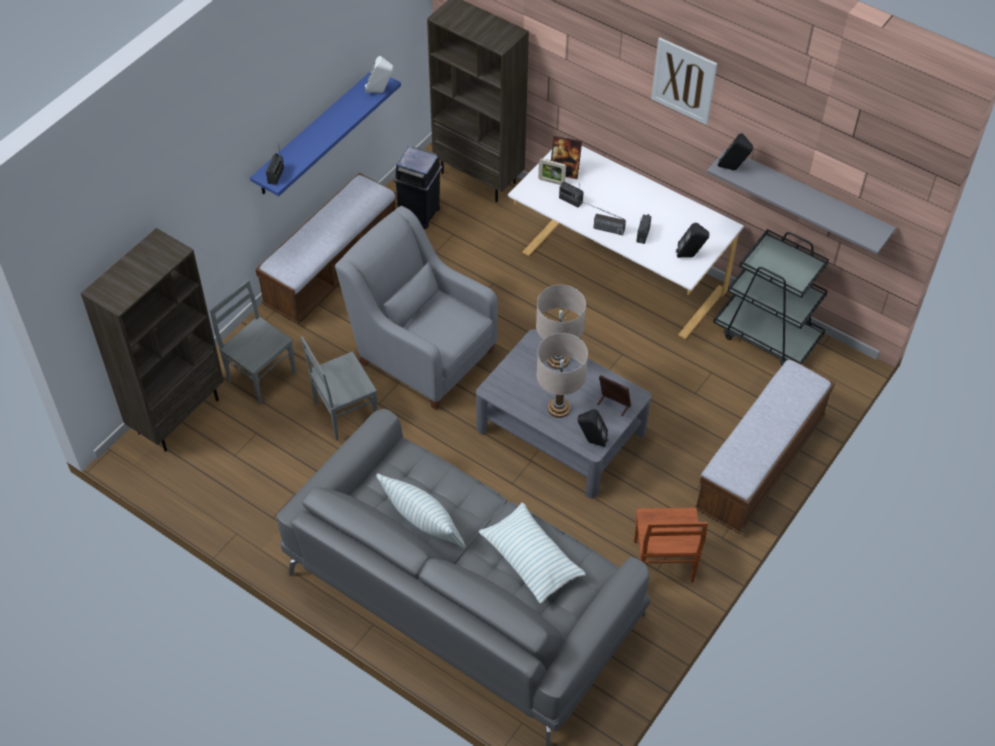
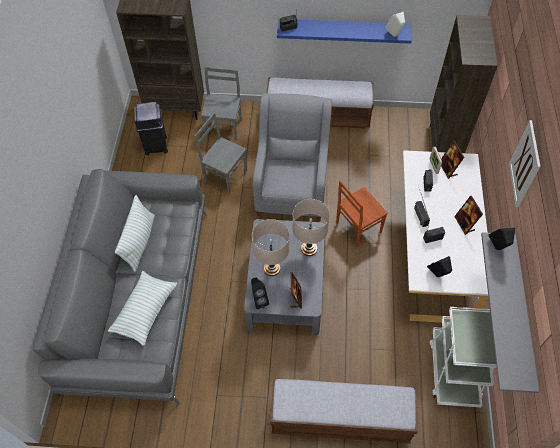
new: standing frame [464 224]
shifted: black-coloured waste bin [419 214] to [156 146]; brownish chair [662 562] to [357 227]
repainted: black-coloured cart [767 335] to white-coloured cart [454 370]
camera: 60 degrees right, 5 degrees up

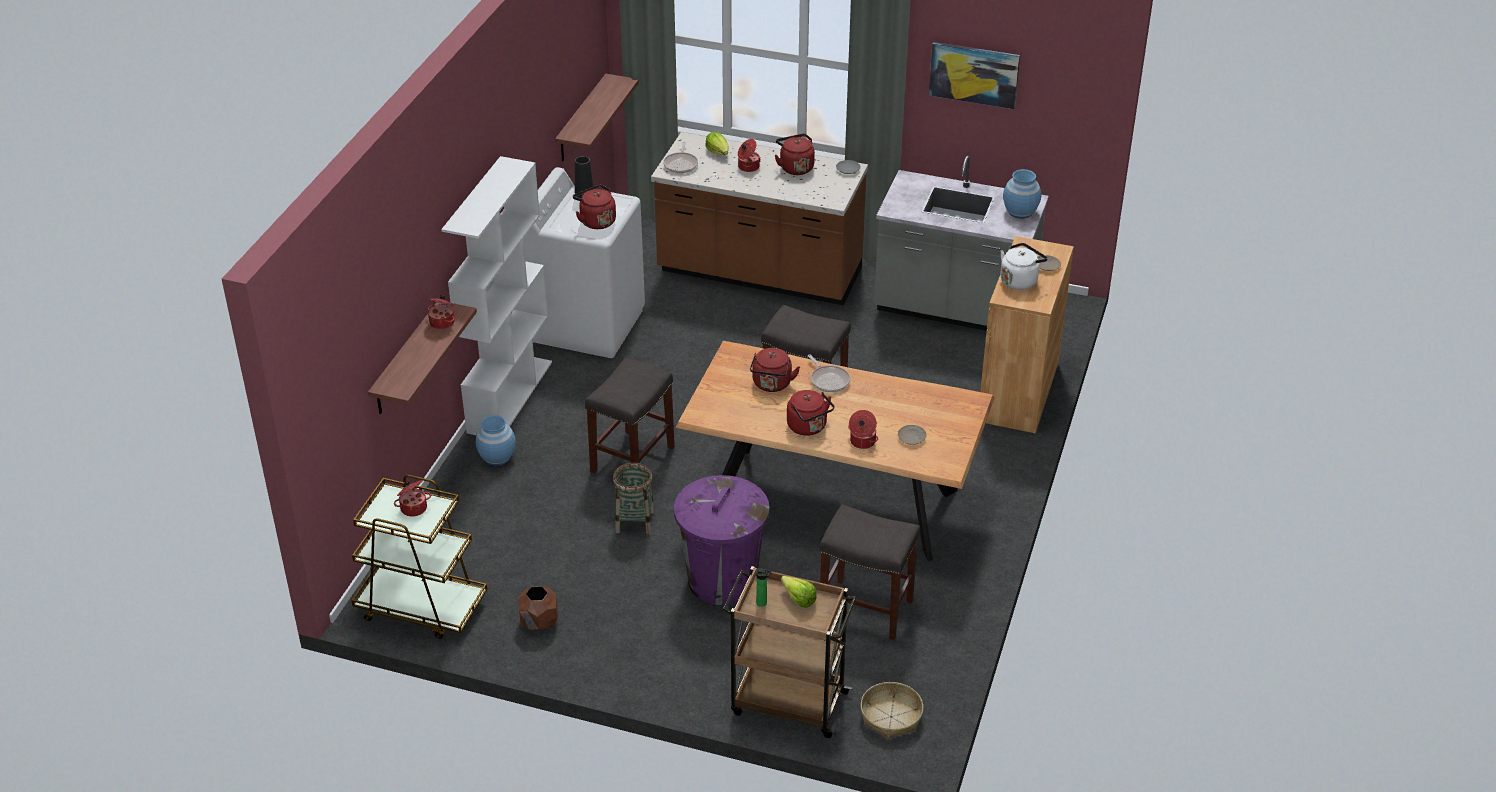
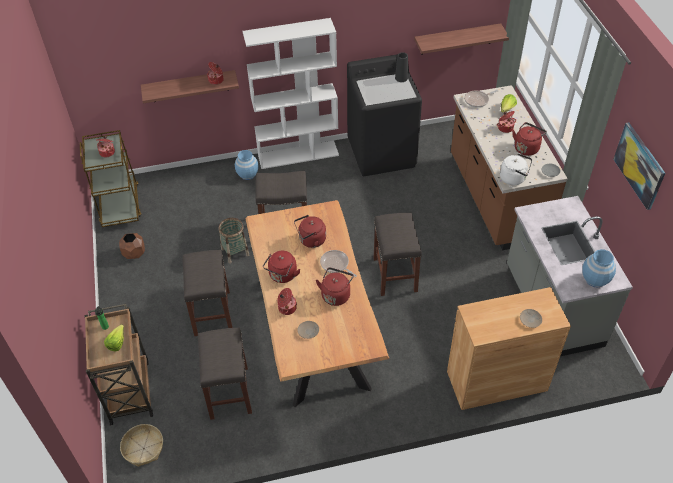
shifted: red-coloured kettle [596 221] to [336 294]; white-coloured kettle [1020 280] to [514 178]
swapped: purple waste bin [721 580] to grey stool [211 312]
repainted: white-coloured laundry machine [588 325] to black-coloured laundry machine [382 153]
rotated: pan [828 380] = [336 264] 105 degrees clockwise
camera: 60 degrees right, 10 degrees up

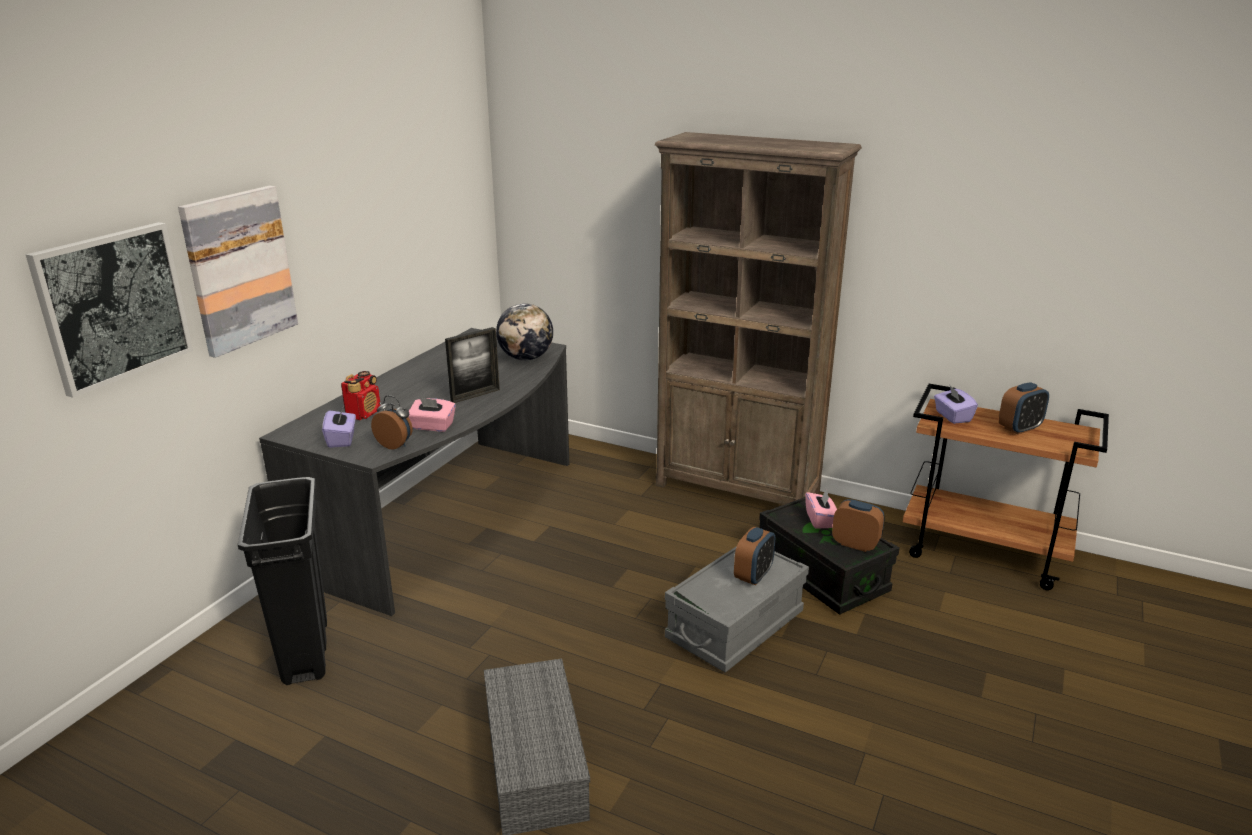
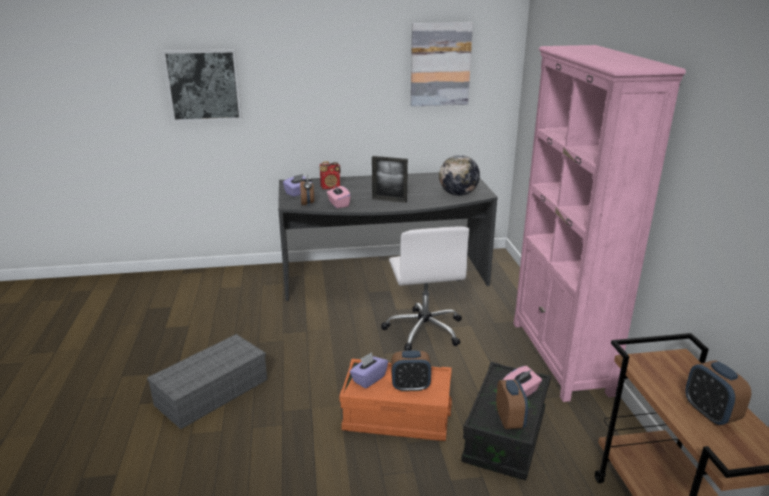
gone: black-coloured waste bin [305 651]
new: white-coloured desk chair [424 329]
shifted: picture [239 269] to [440 64]; purple box of tissues [952 416] to [368 379]
repainted: brownish bookshelf [738 489] to pink bookshelf [560 357]; grey storage box [735 626] to orange storage box [397 417]
rotated: bedside clock [1019 428] = [710 413] 45 degrees clockwise
camera: 55 degrees right, 0 degrees up

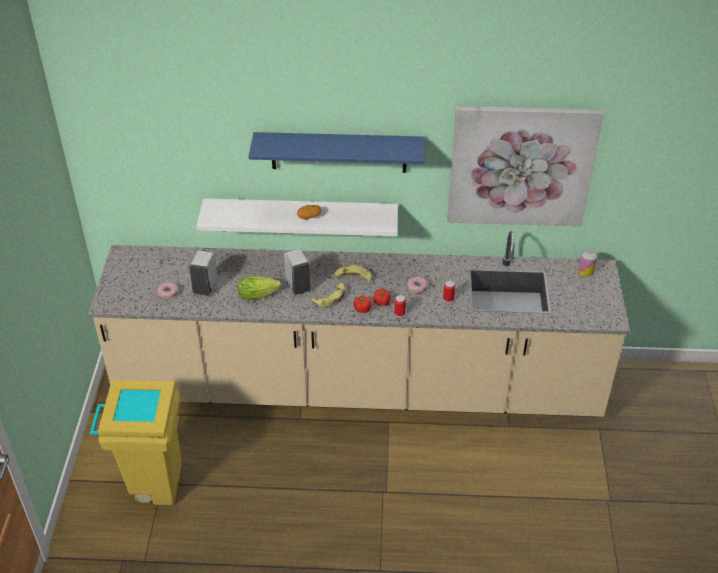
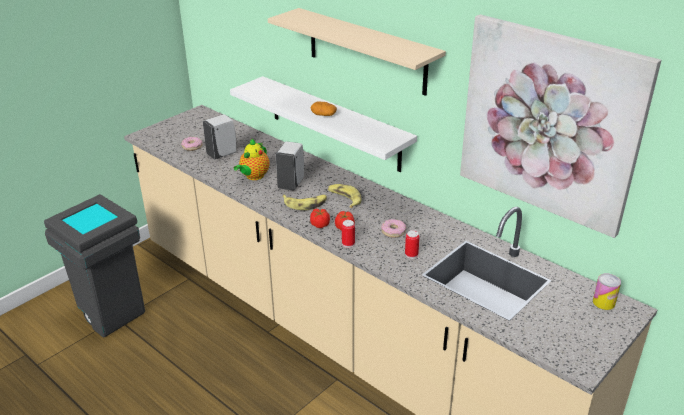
swapped: lettuce head [260 294] to tea pot [254 176]
repainted: yellow-coloured waste bin [152 484] to grey waste bin [110 314]; blue wall shelf [338 152] to beige-coloured wall shelf [366 51]
camera: 40 degrees right, 10 degrees down

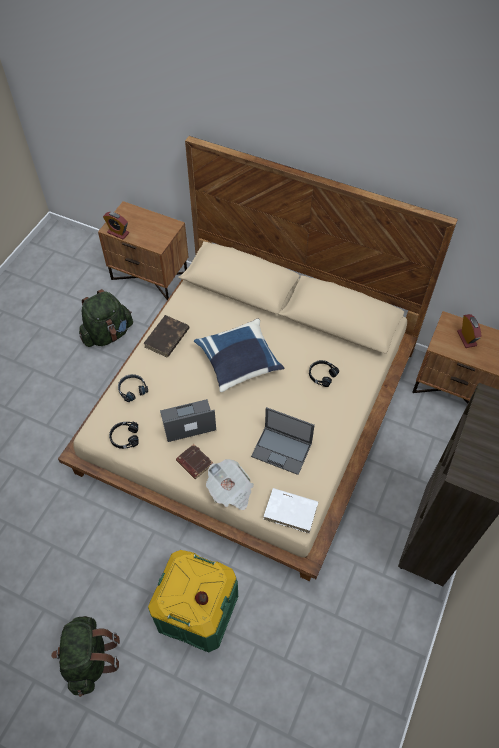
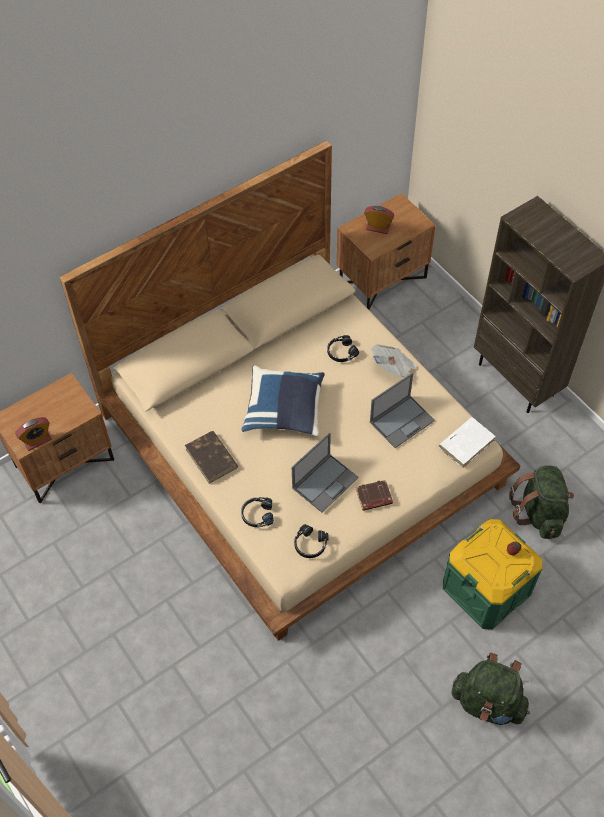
shifted: green backpack [108 334] to [539 513]; printed paper [230 491] to [393 368]
rotated: notebook computer [187 421] = [325 482] 150 degrees counterclockwise
camera: 60 degrees left, 0 degrees up

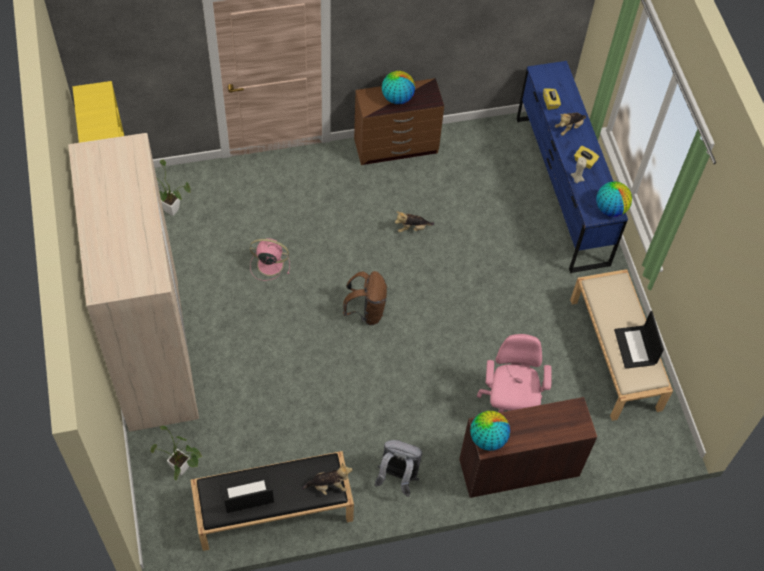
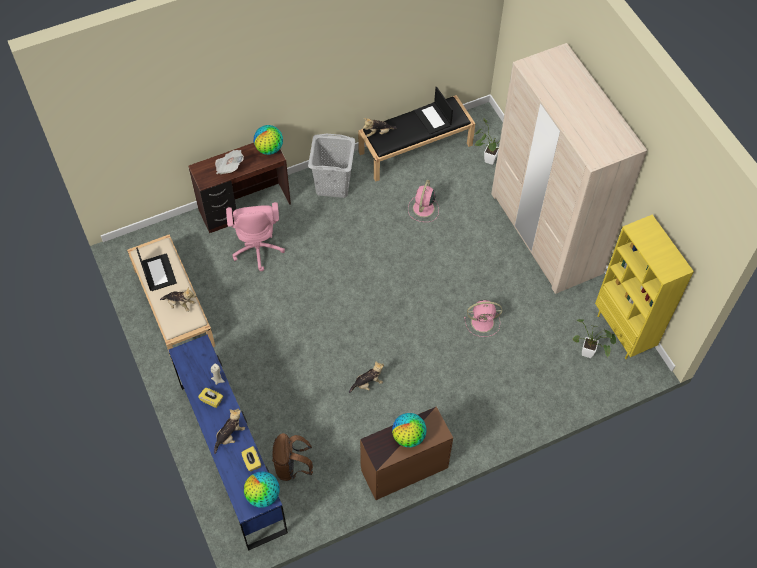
new: cuddly toy [180 304]; printed paper [229 167]; pink electric fan [423 209]
shifted: brownish backpack [366 311] to [292 467]; desk globe [610 209] to [263 495]
swapped: grey backpack [397 477] to grey hamper [333 184]
rotated: notebook computer [246 493] = [433 118] 90 degrees clockwise
camera: 170 degrees right, 0 degrees up

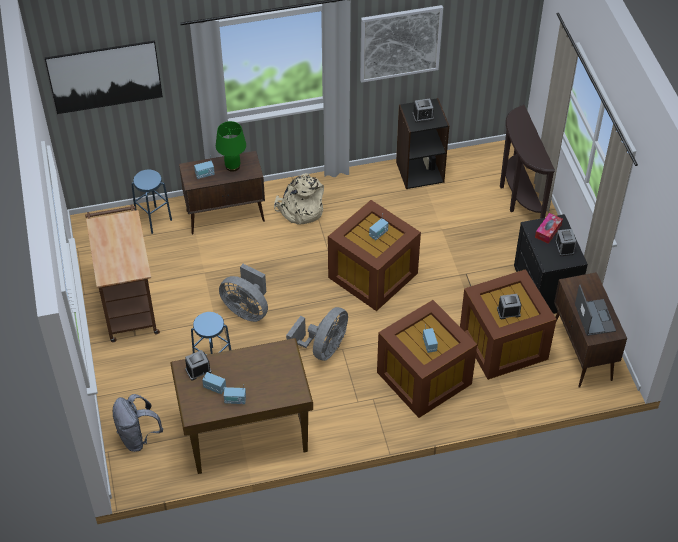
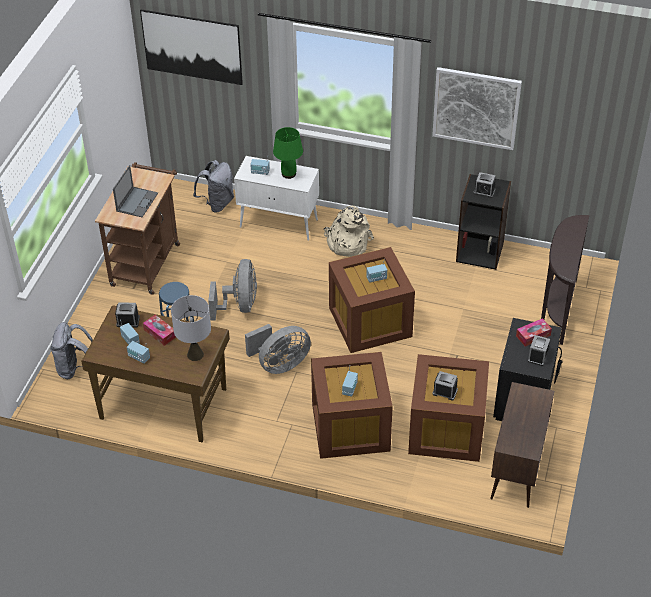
new: box of tissues [160 333]; grey lamp for a table [195 355]
shifted: notebook computer [594 317] to [137 202]
swapped: blue stool [153 219] to grey backpack [217 203]
repainted: brownish cabinet [226 216] to white-coloured cabinet [279 223]
rotated: grey electric fan [247 309] = [239 306] 150 degrees counterclockwise
camera: 30 degrees right, 5 degrees down

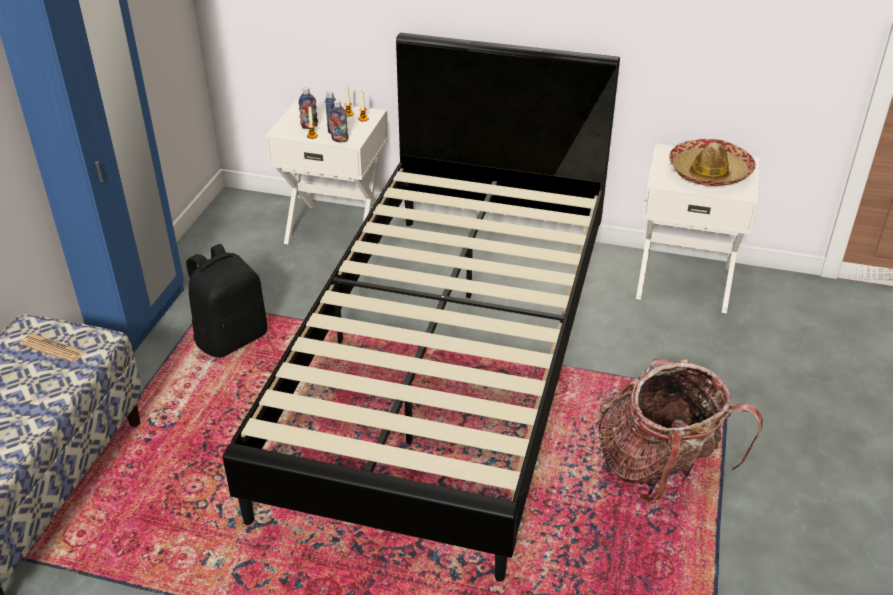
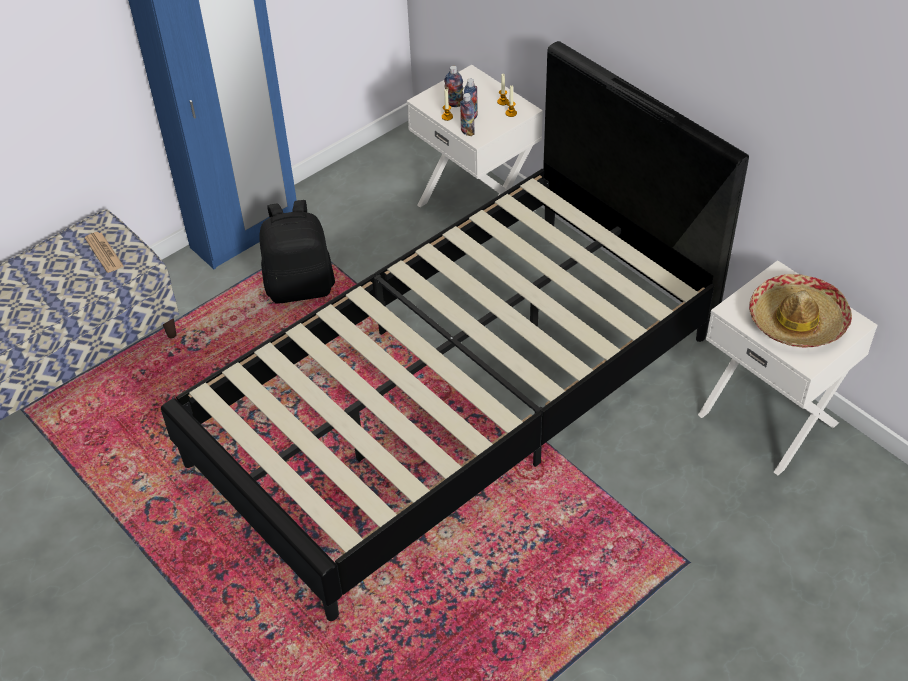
gone: backpack [659 468]
camera: 35 degrees right, 10 degrees up

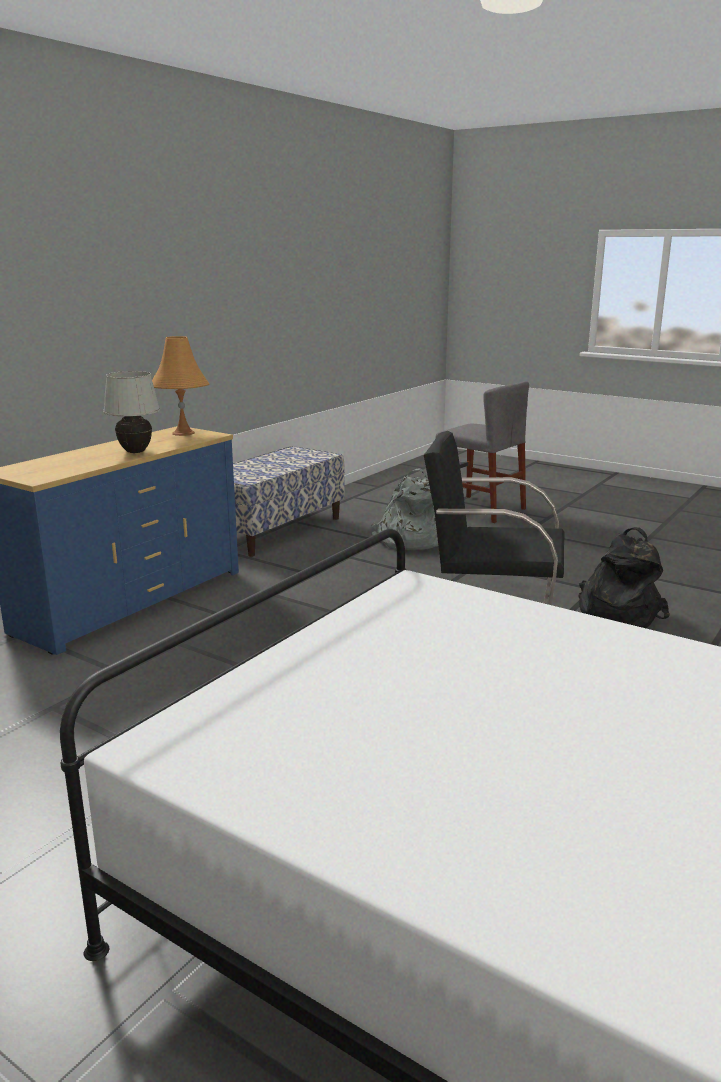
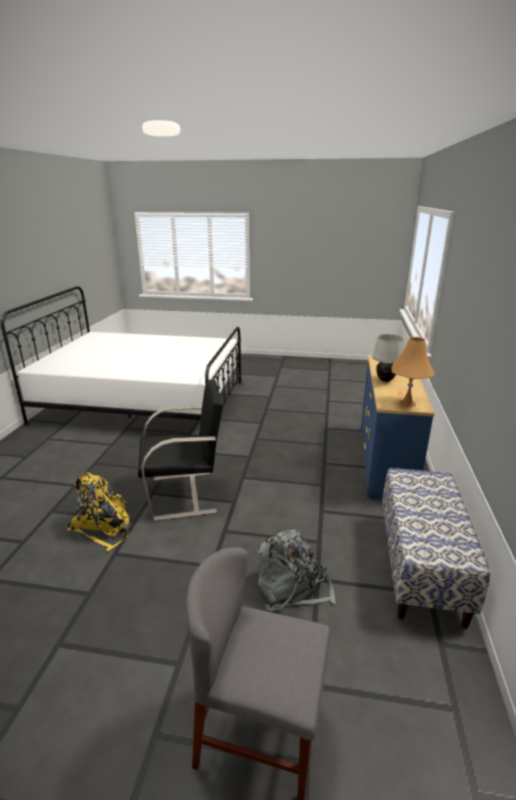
repainted: black-coloured backpack [616 613] to yellow-coloured backpack [103 527]
camera: 155 degrees right, 5 degrees up

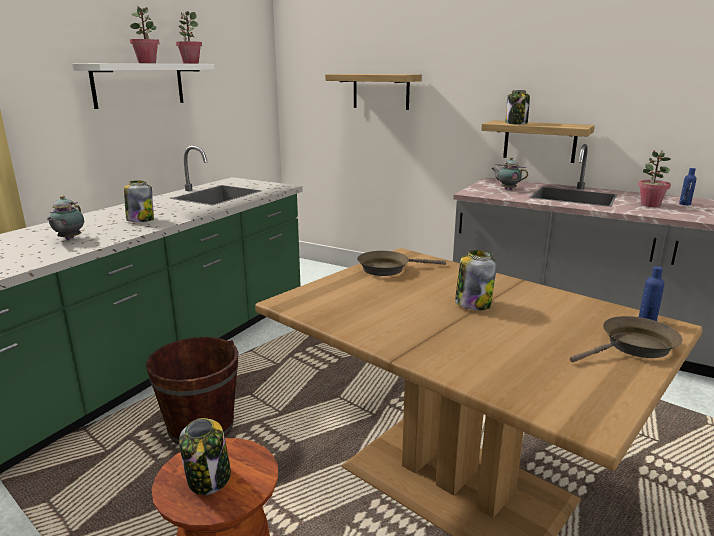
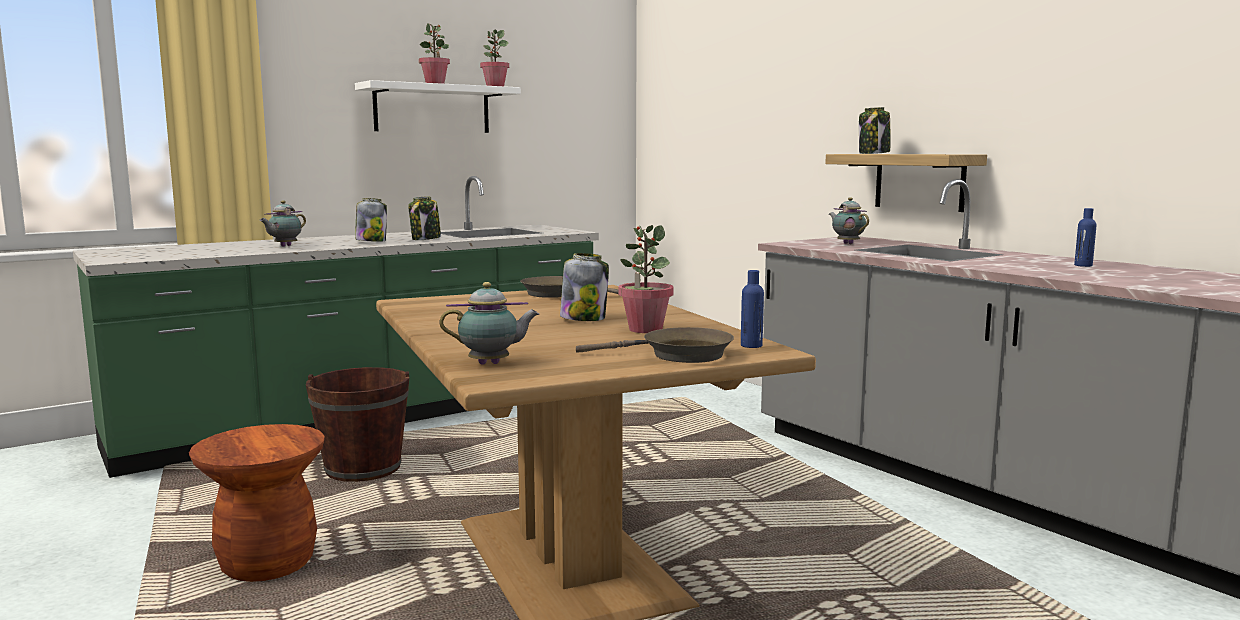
gone: wall shelf [381 91]
new: tea pot [492 364]
shifted: jar [209 479] to [426 239]; potted plant [650 205] to [645 329]
camera: 25 degrees right, 10 degrees down

